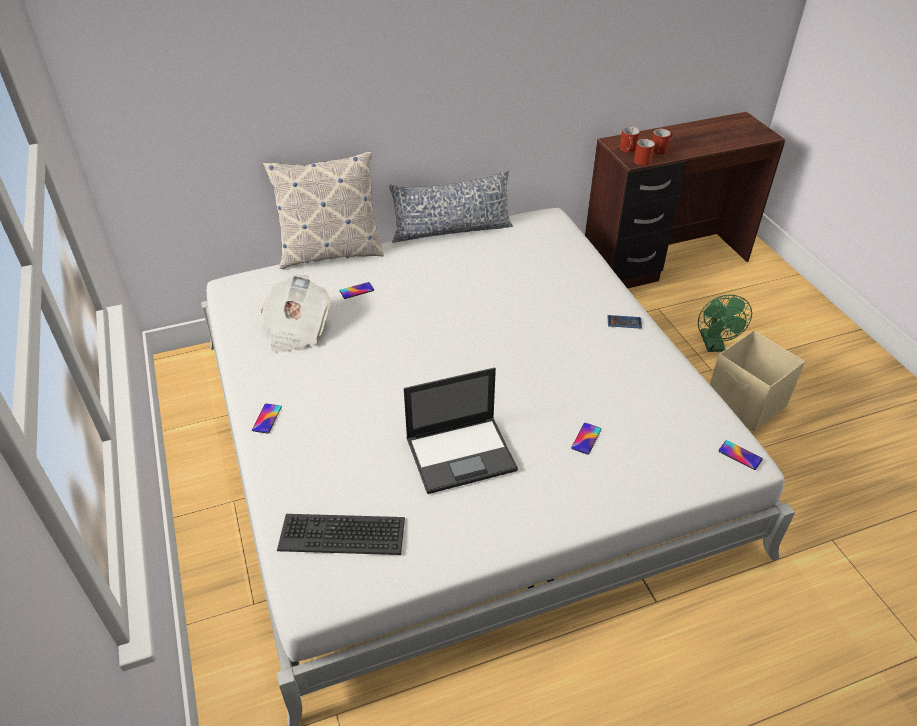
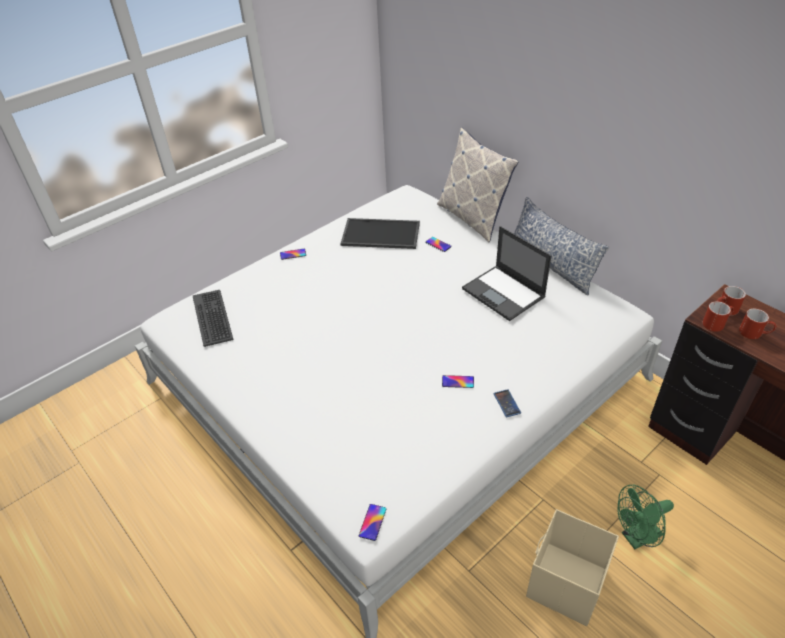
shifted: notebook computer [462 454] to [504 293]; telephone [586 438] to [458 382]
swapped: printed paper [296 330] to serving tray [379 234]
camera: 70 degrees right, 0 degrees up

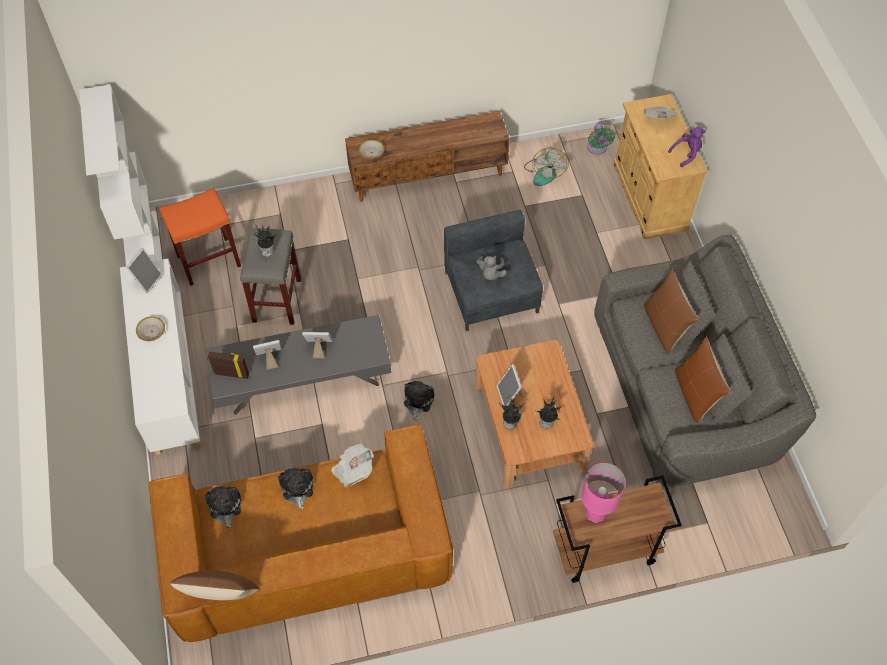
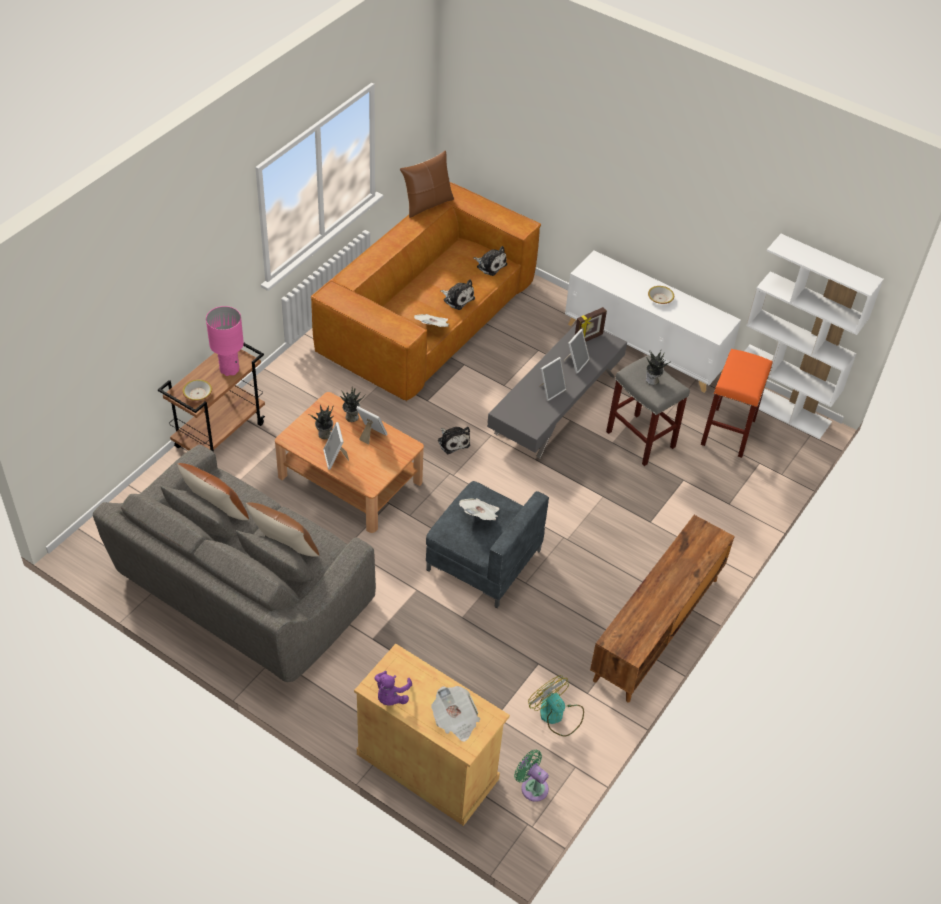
shifted: standing frame [147 280] to [335 458]; serving bowl [371 152] to [198 393]
swapped: grey cuddly toy [491 274] to printed paper [480 516]
camera: 135 degrees right, 10 degrees down

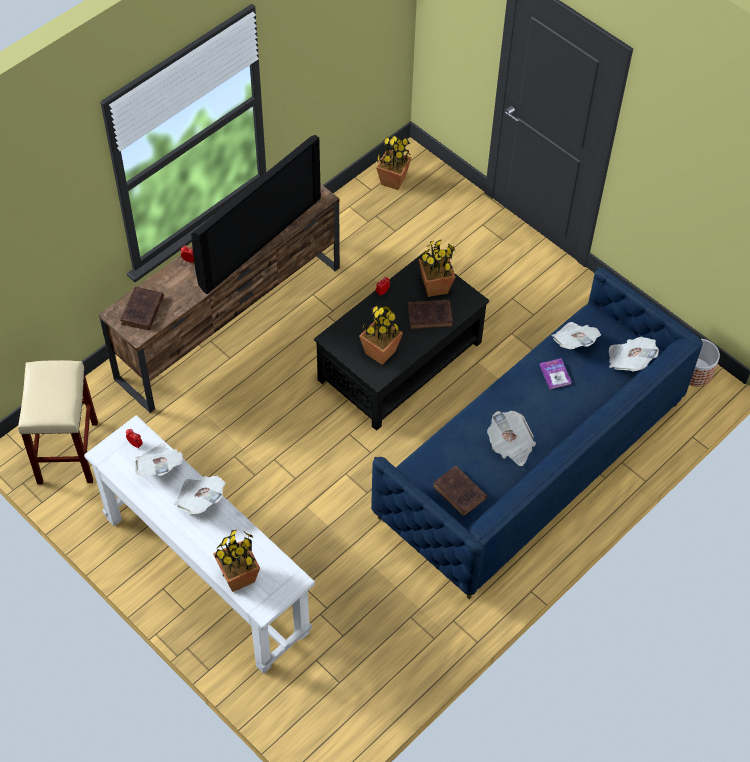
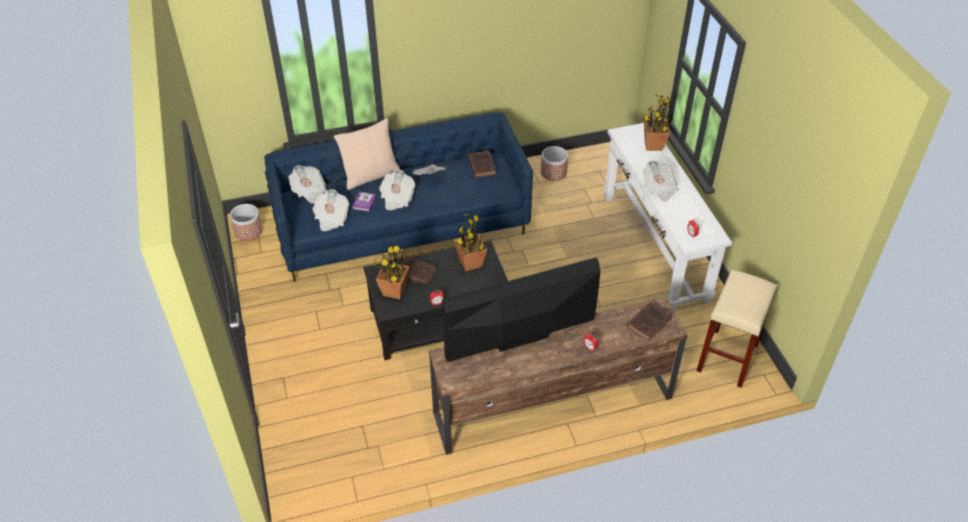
gone: potted plant [392 181]
new: beige-coloured cushion [370 175]; flower pot [553 173]
shifted: printed paper [160 467] to [397 198]
camera: 150 degrees left, 10 degrees down

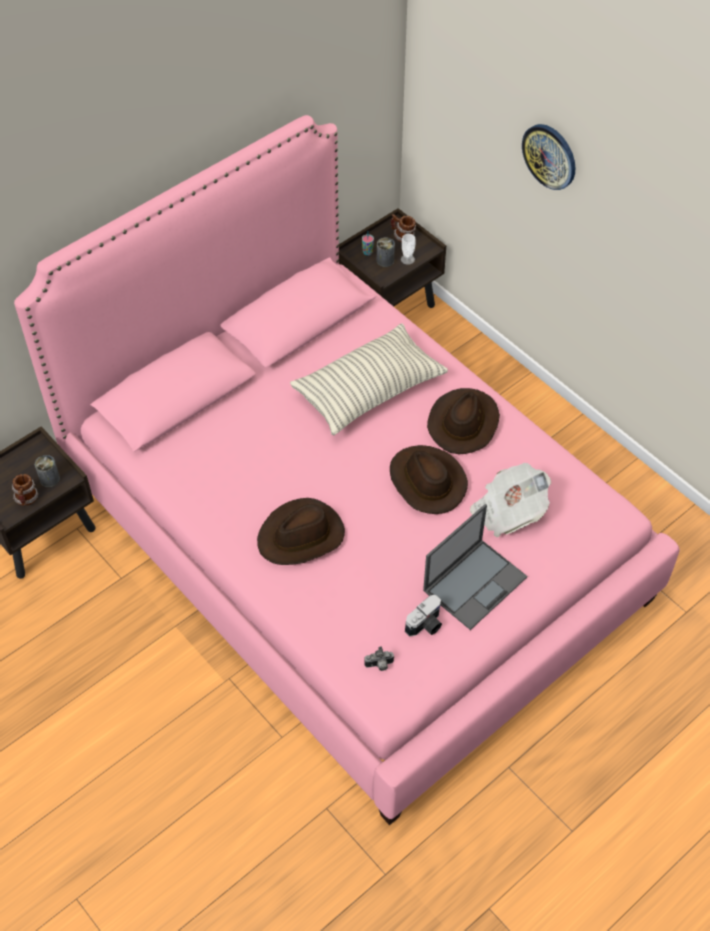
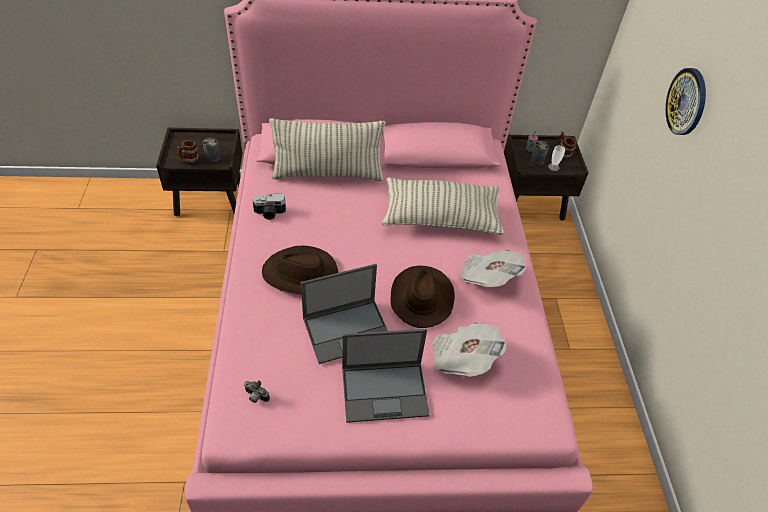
new: cushion [328 174]; notebook computer [348 330]
shifted: still camera [426 625] to [269 213]
swapped: brownish hat [463 422] to printed paper [488 277]
camera: 35 degrees right, 5 degrees down

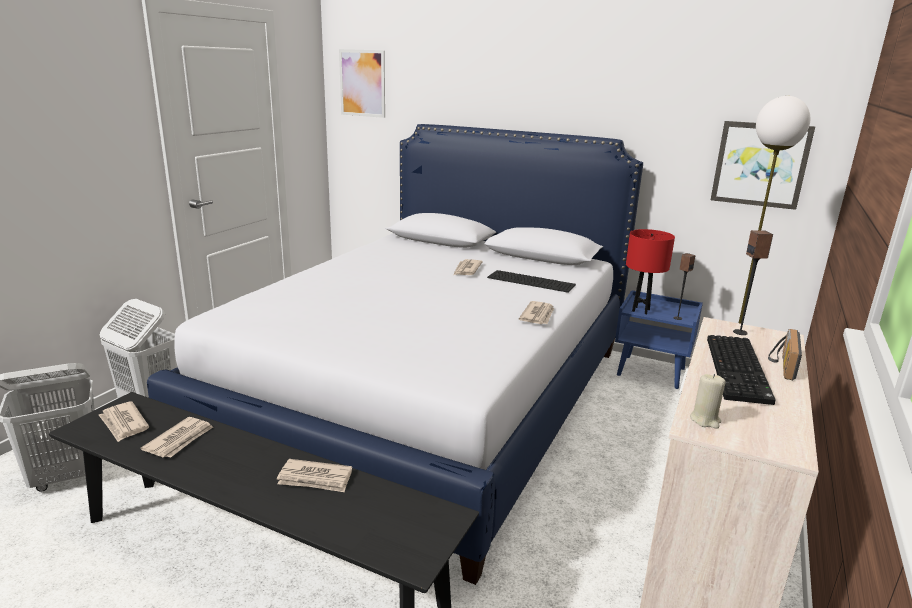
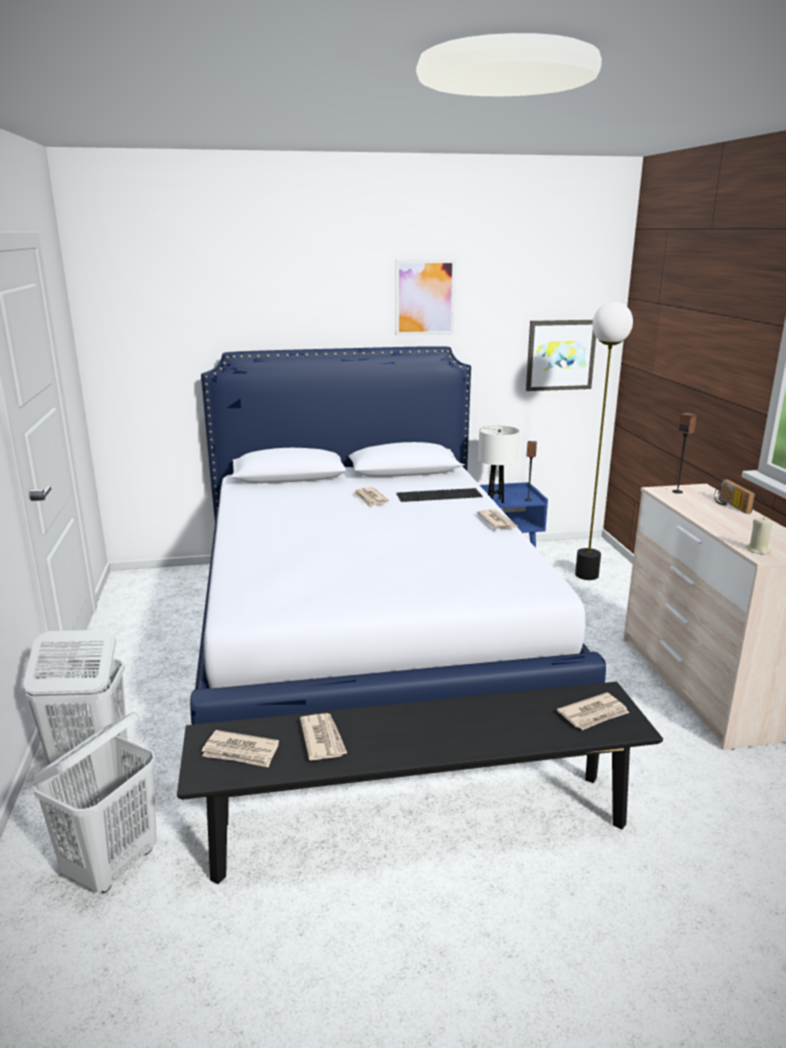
gone: keyboard [739 370]
shifted: printed paper [315 479] to [594 714]; picture [362 83] to [425 297]
repainted: red-coloured lamp for a table [640 310] to white-coloured lamp for a table [495 501]
camera: 35 degrees left, 0 degrees up

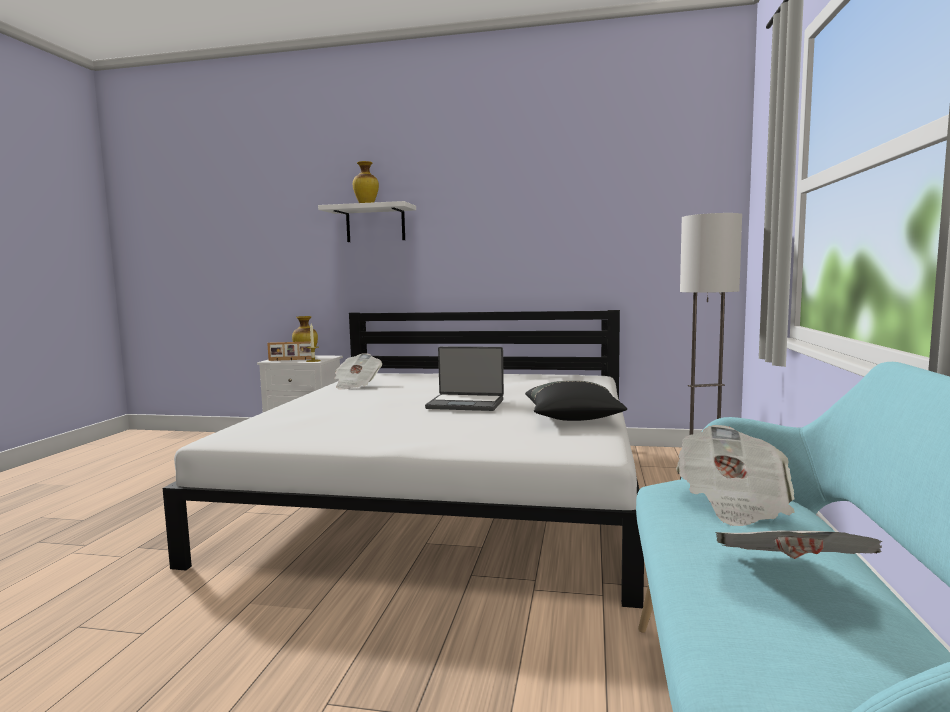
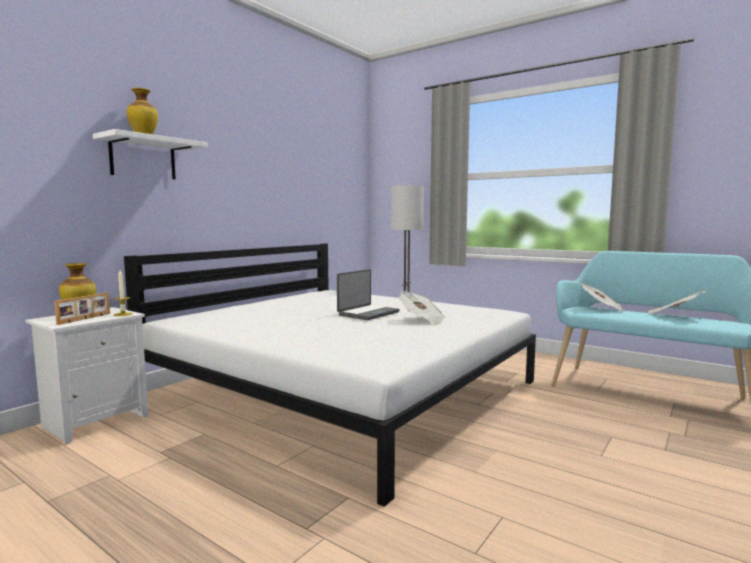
gone: black-coloured cushion [573 419]
shifted: printed paper [356 385] to [422 320]
camera: 65 degrees left, 0 degrees up

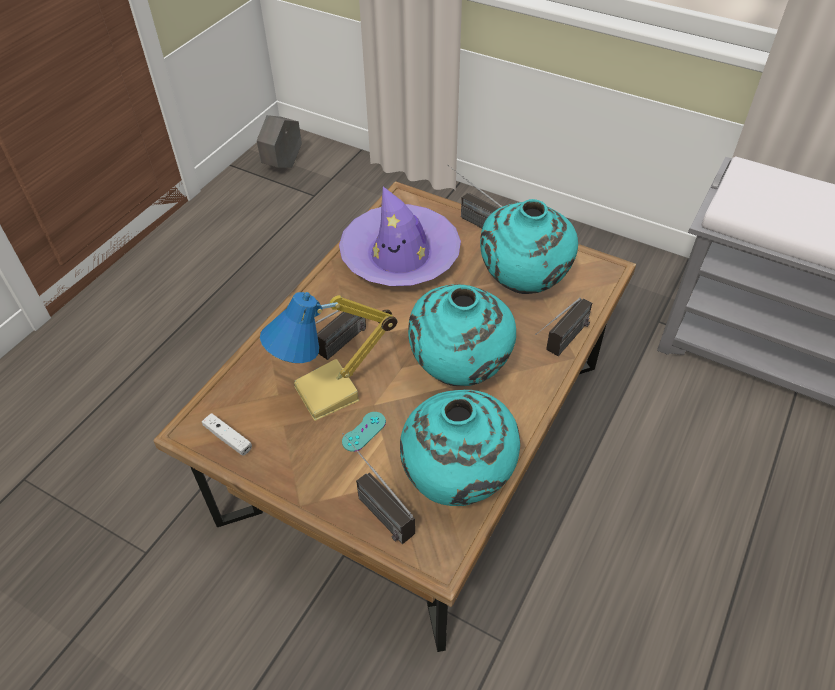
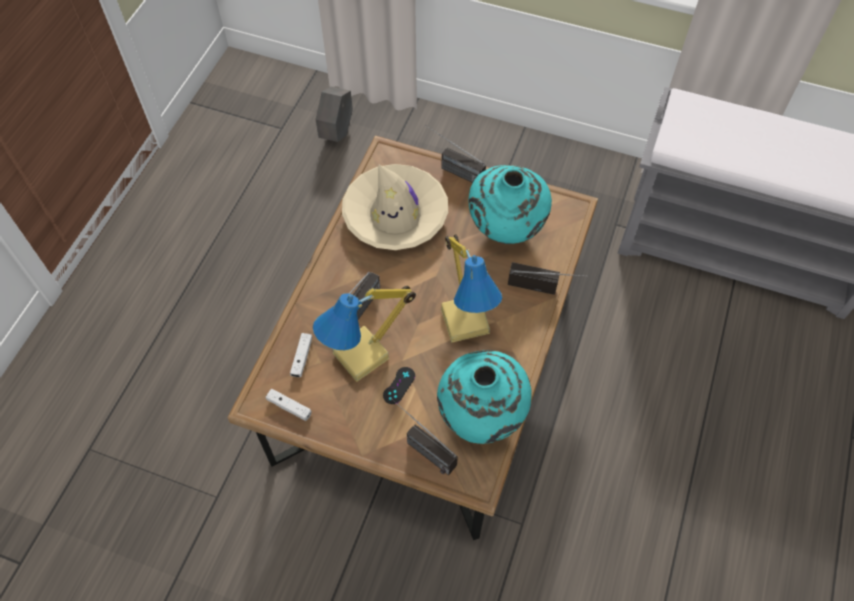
new: white-coloured game controller [302 358]
shifted: grey flower pot [283 164] to [337 133]
swapped: turquoise-coloured vase [460 370] to lamp for a table [467 319]
repainted: purple hat [400 256] to beige-coloured hat [395 214]; turquoise-coloured game controller [364 431] to black-coloured game controller [399 385]
rotated: radio set [560 346] = [545 286] 105 degrees counterclockwise
camera: 10 degrees left, 10 degrees up

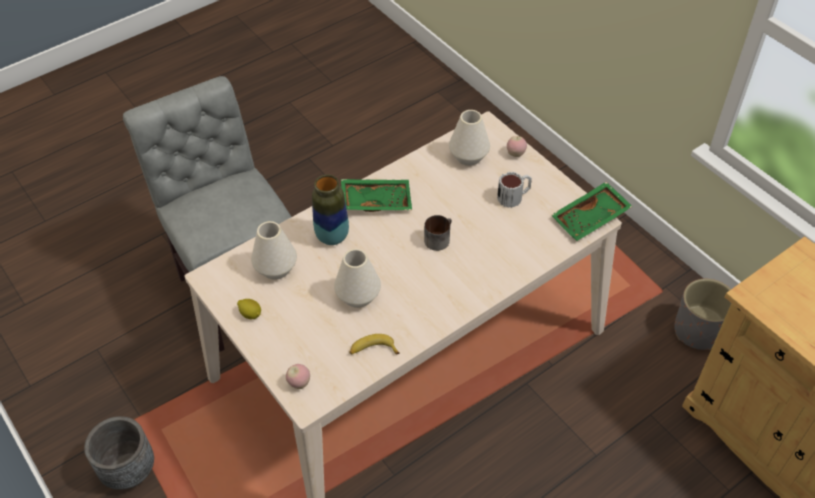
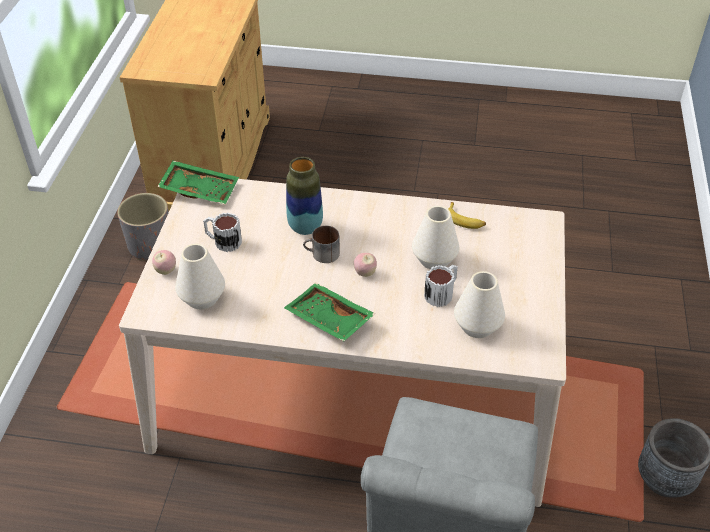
gone: citrus fruit [251 314]
new: mug [442 293]
shifted: apple fruit [299 383] to [365 273]; vase [332 236] to [305 227]
camera: 135 degrees left, 5 degrees down

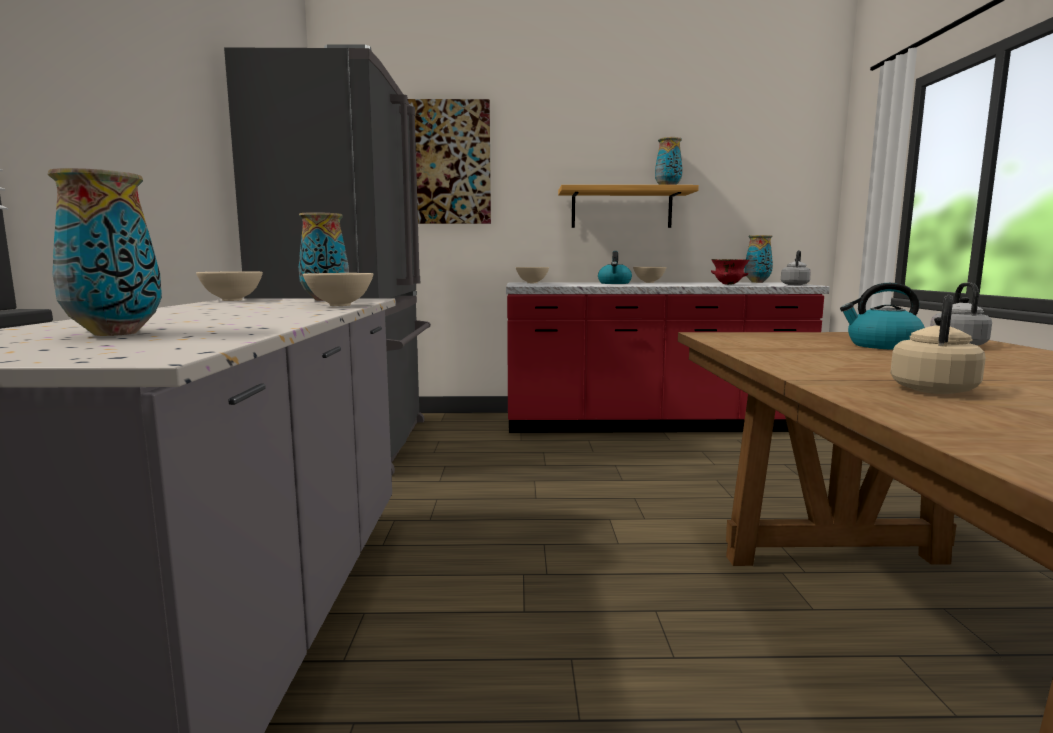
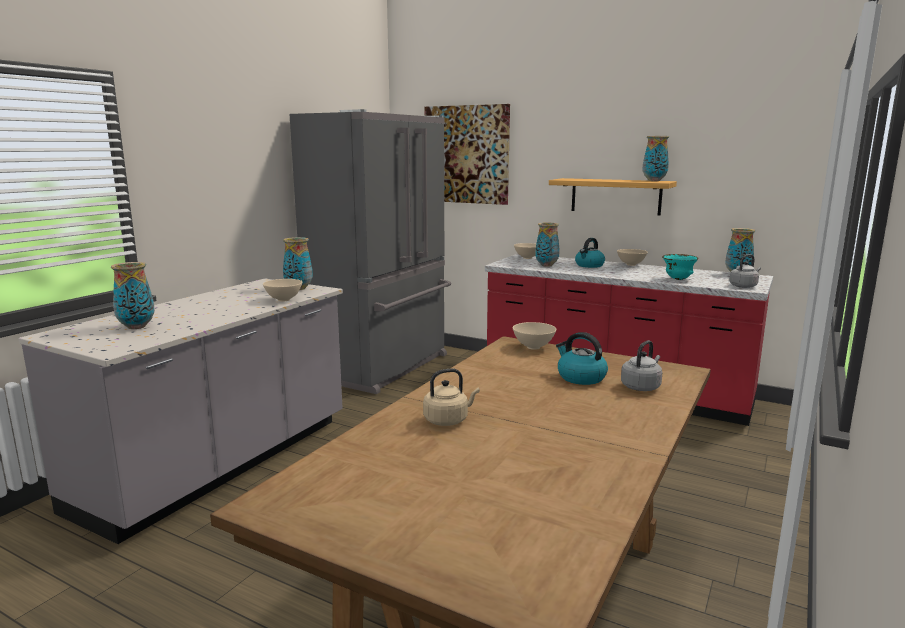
new: vase [547 265]
shifted: beige-coloured serving bowl [232 300] to [533 347]
repainted: red-coloured serving bowl [728 284] to turquoise-coloured serving bowl [678 279]
camera: 30 degrees right, 5 degrees up

